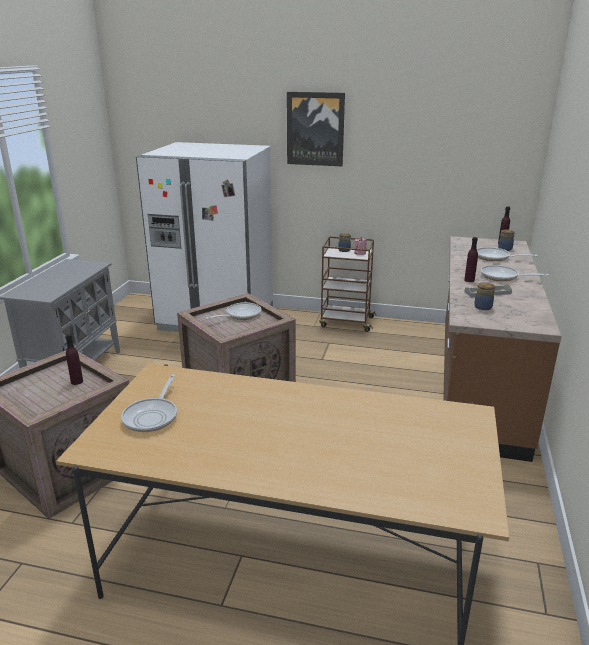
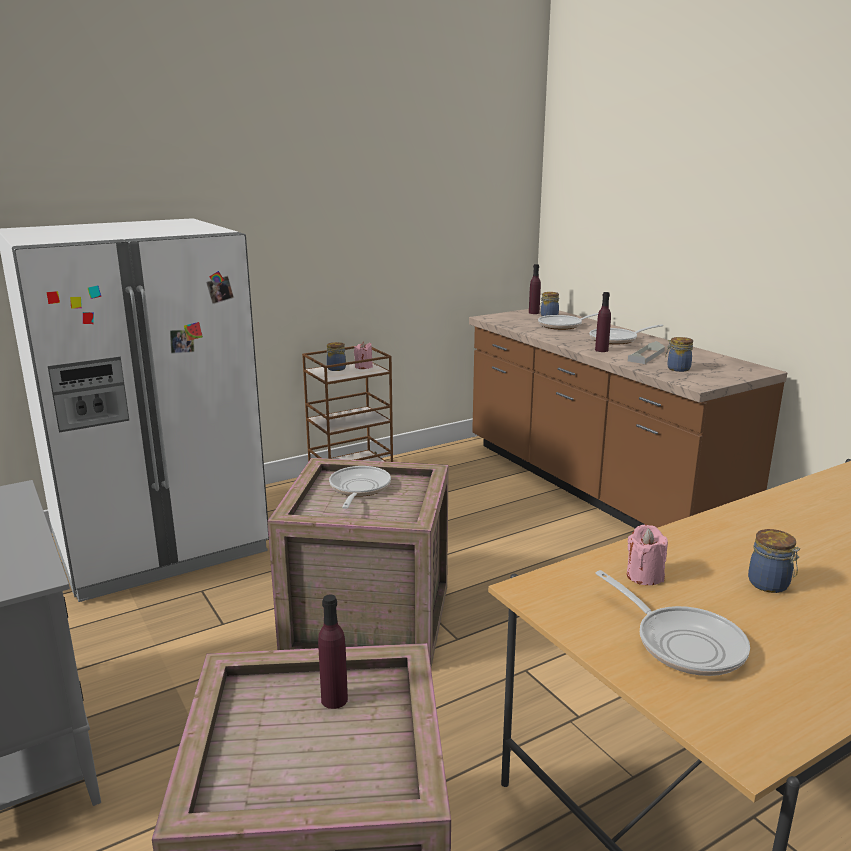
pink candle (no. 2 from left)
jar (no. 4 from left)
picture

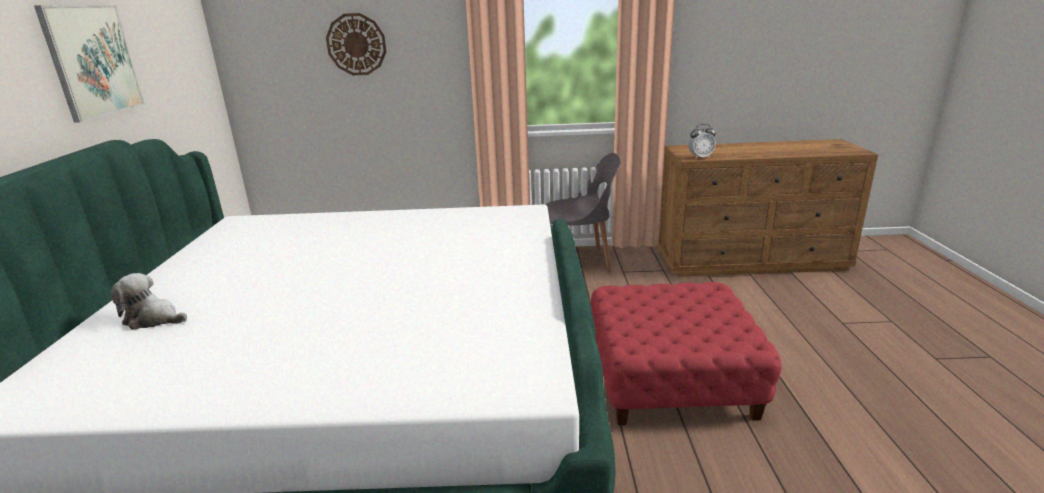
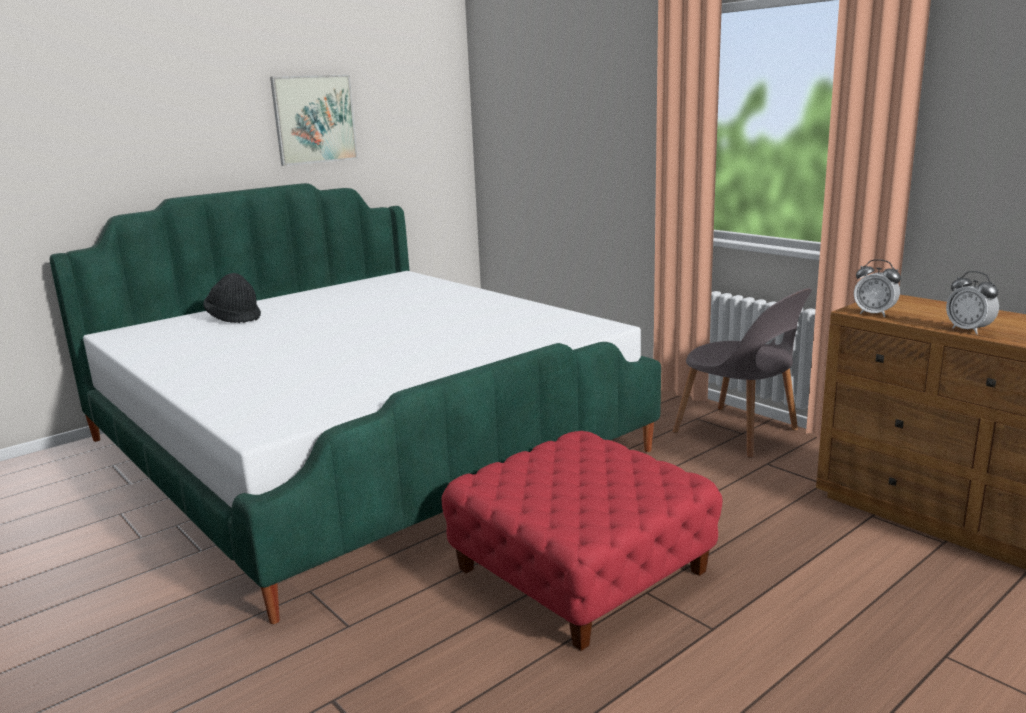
black hat
alarm clock (no. 2 from left)
wall clock

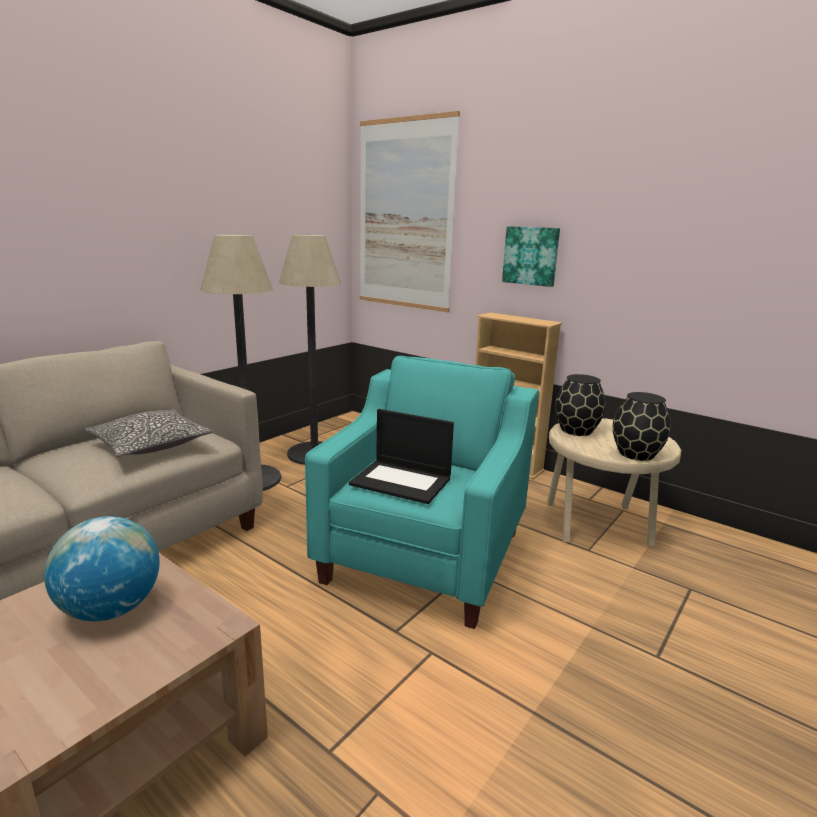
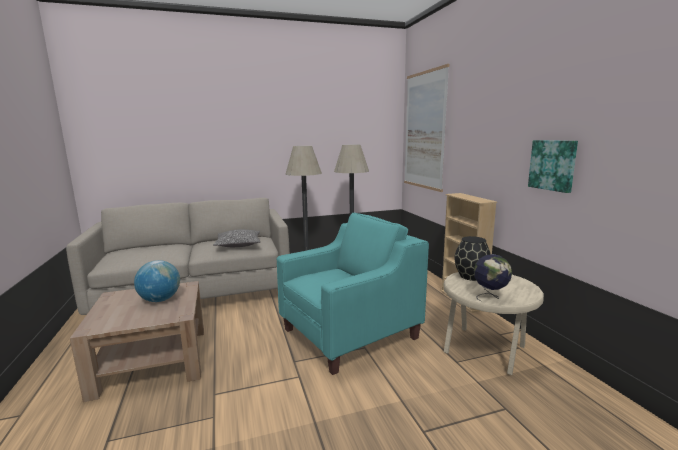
globe (no. 2 from left)
picture (no. 2 from left)
laptop

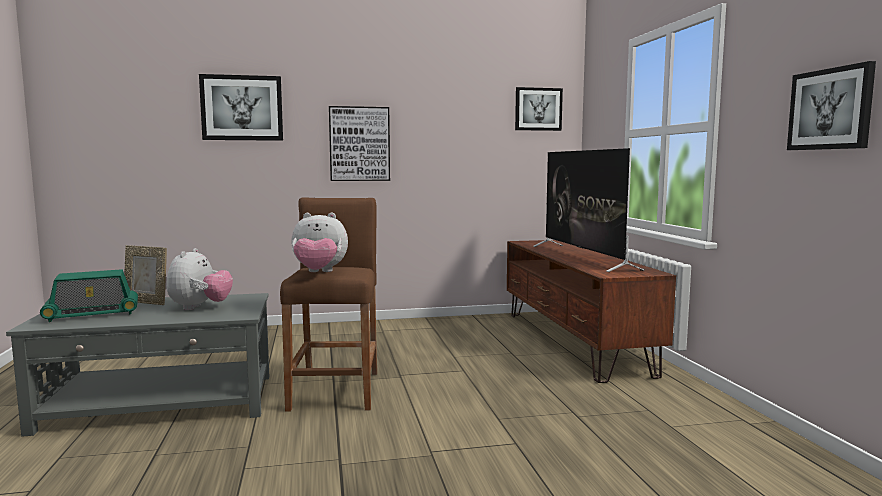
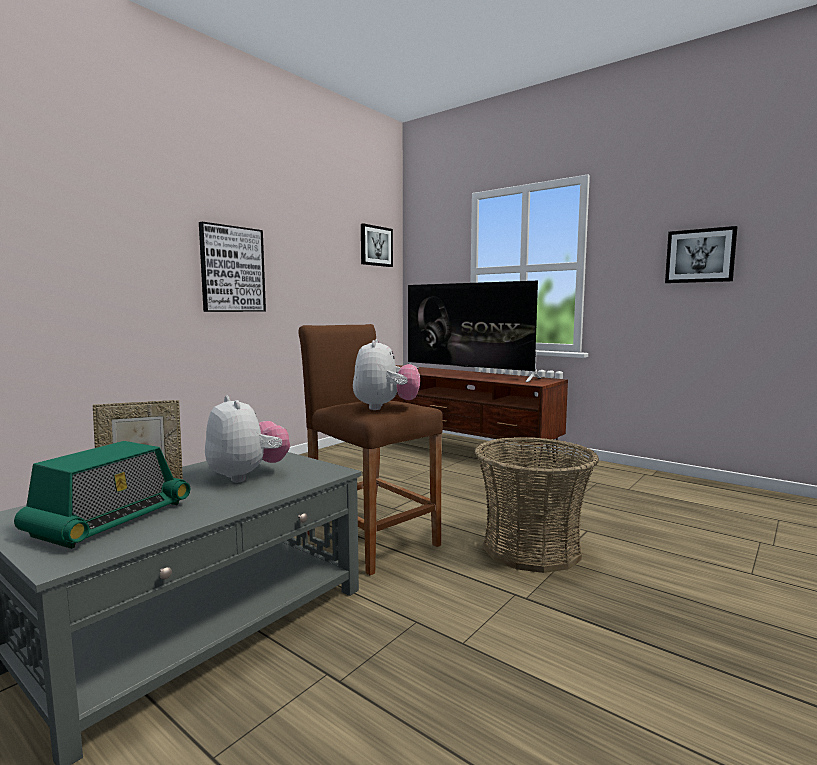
plush toy (no. 2 from left)
basket
picture (no. 1 from left in the first image)

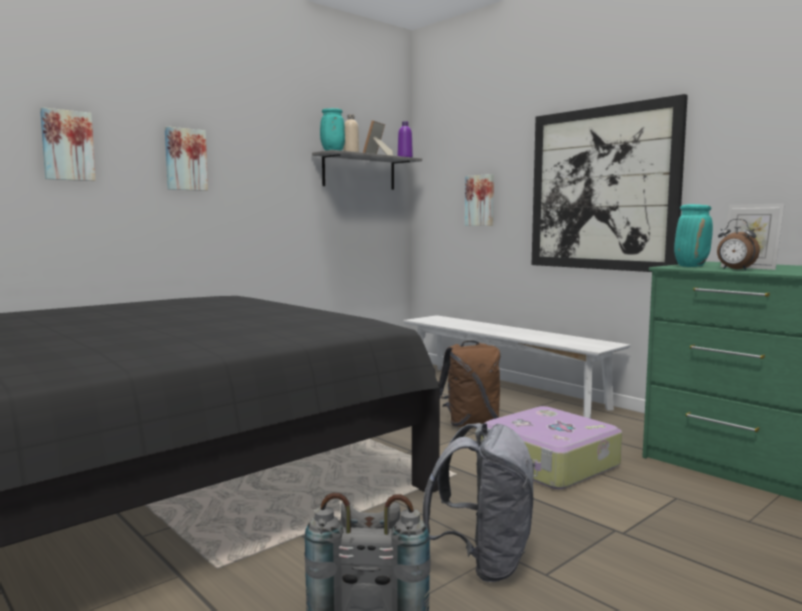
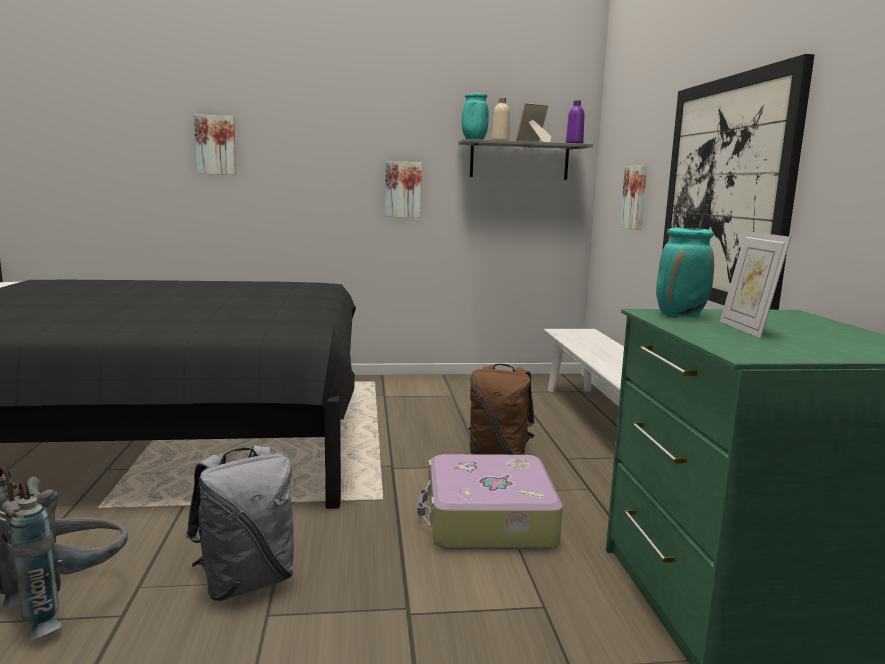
picture (no. 2 from left)
alarm clock

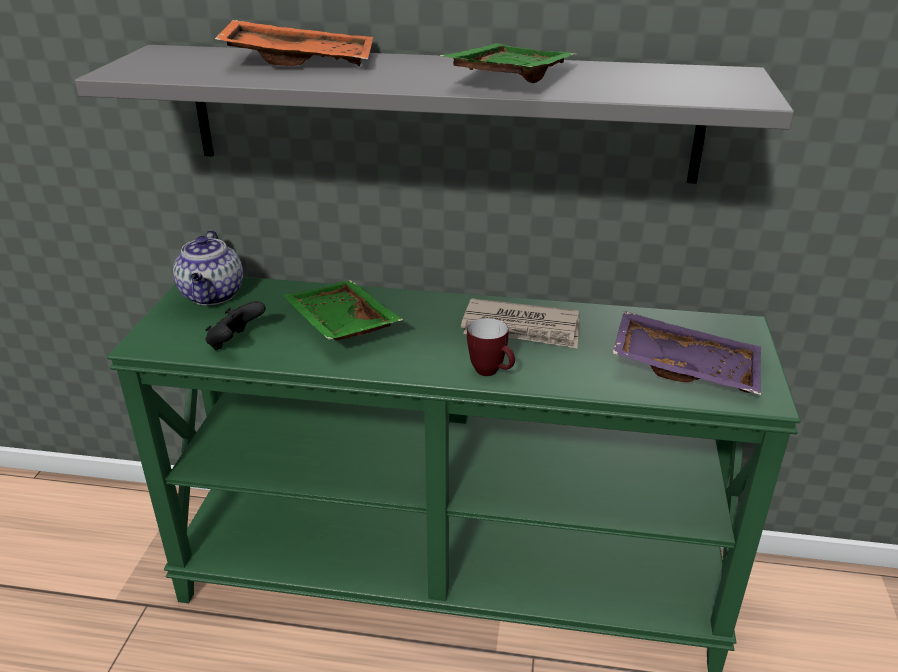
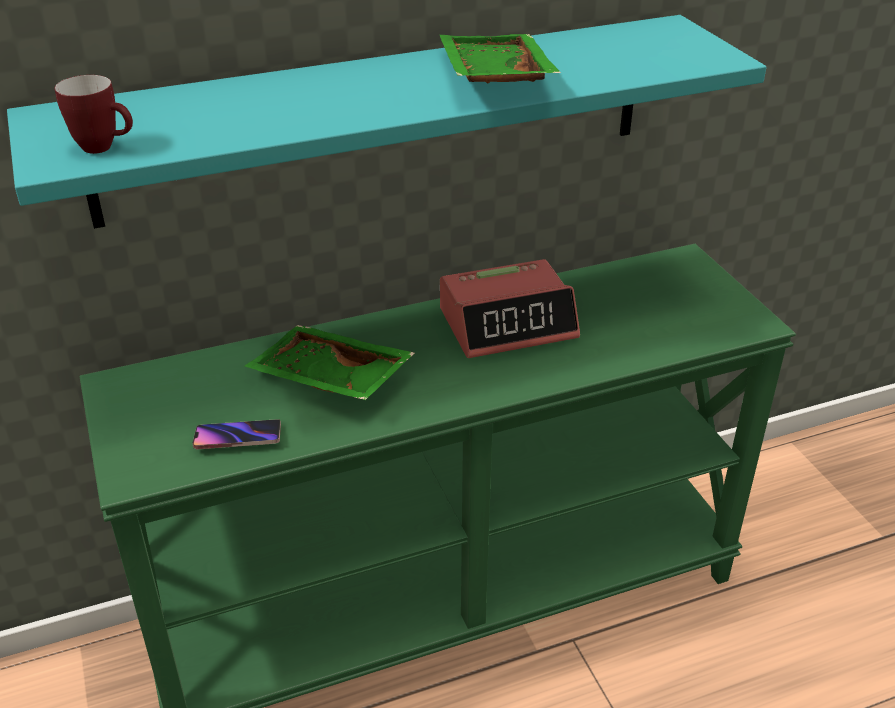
turquoise shelf
mug
phone
alarm clock
teapot
orange tray
purple tray

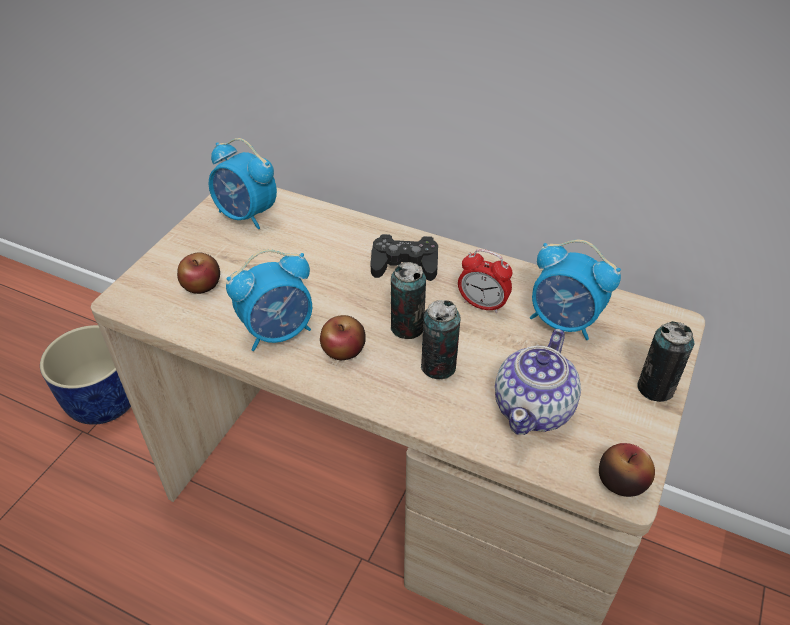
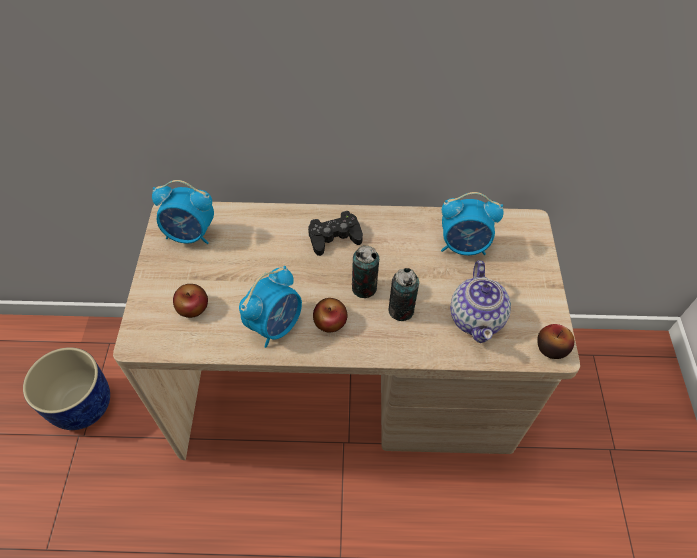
alarm clock (no. 3 from left in the first image)
can (no. 3 from left in the first image)

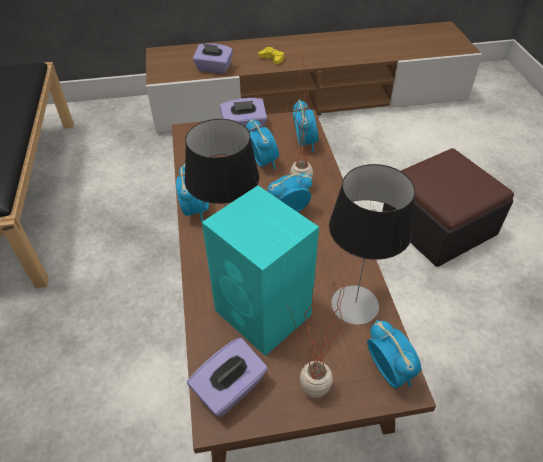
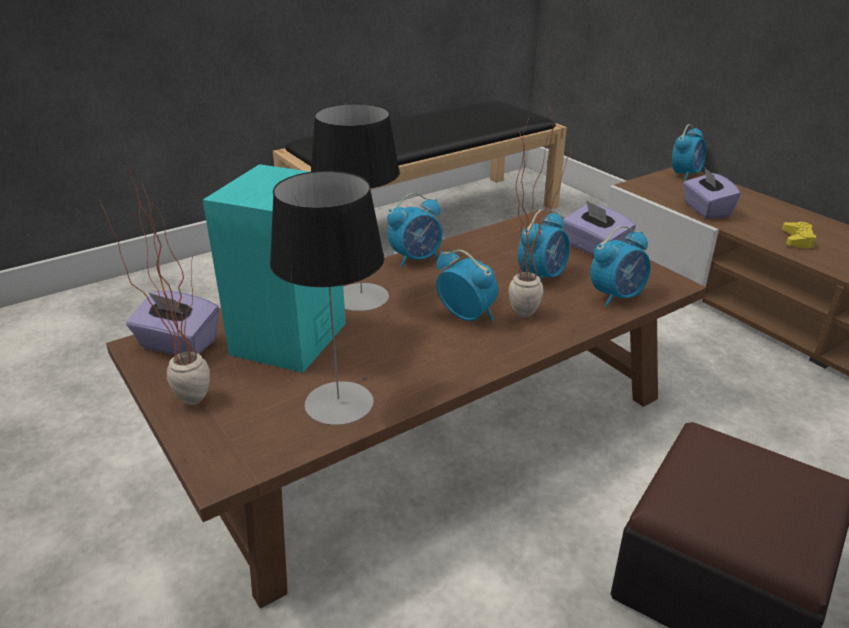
alarm clock (no. 5 from left)

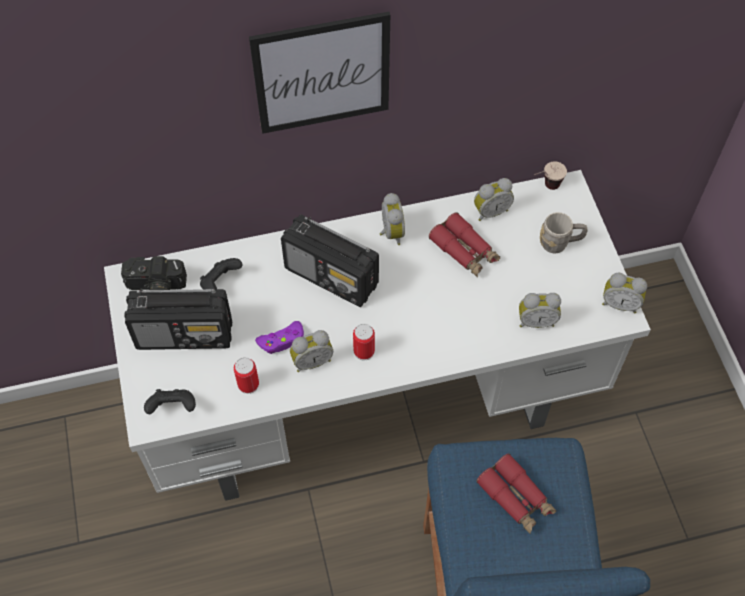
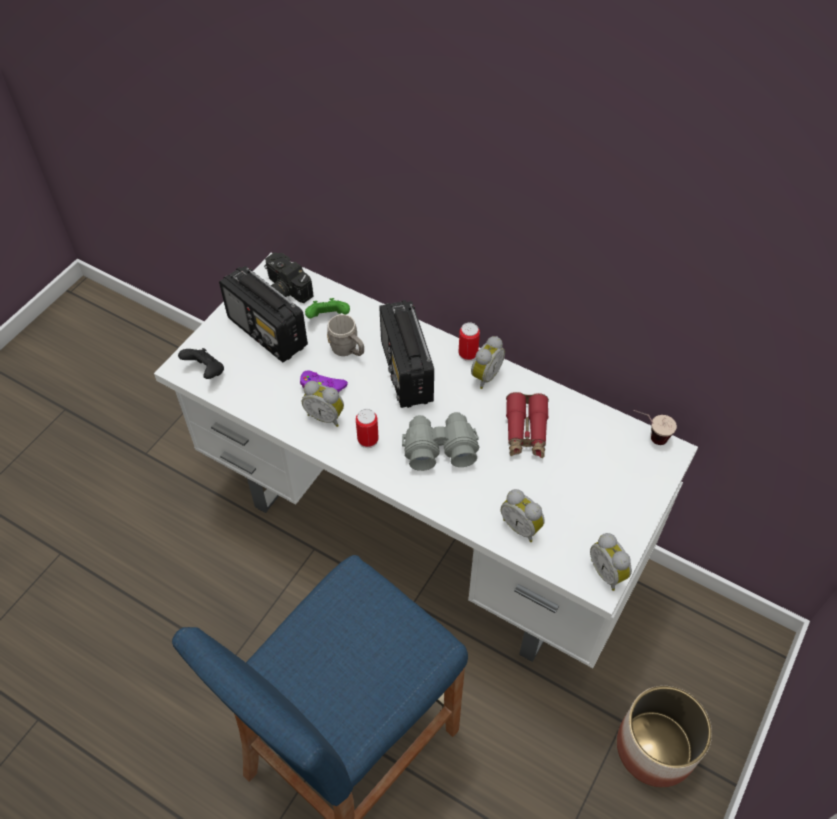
green game controller
grey mug
grey binoculars
can (no. 2 from left)
planter
picture
alarm clock (no. 3 from left in the first image)
red binoculars (no. 2 from left in the first image)

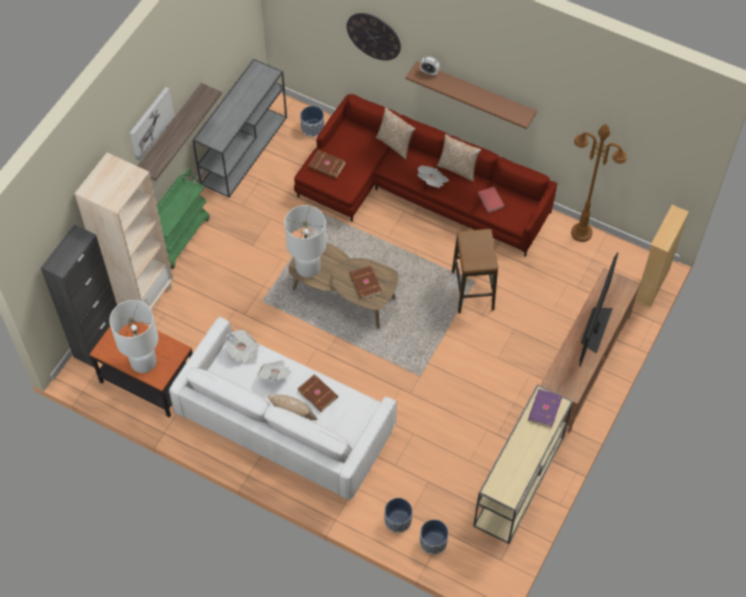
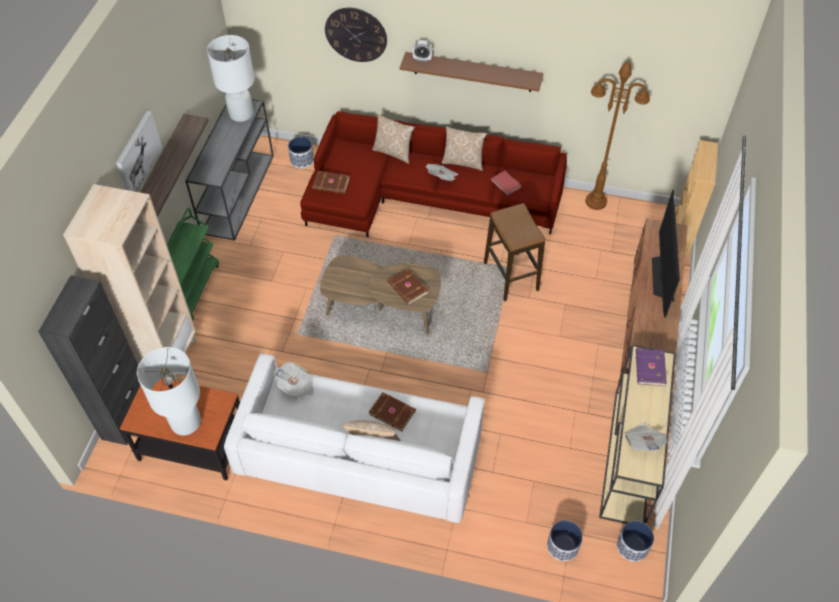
white table lamp (no. 2 from left)
planter (no. 3 from left)
newspaper (no. 3 from left)

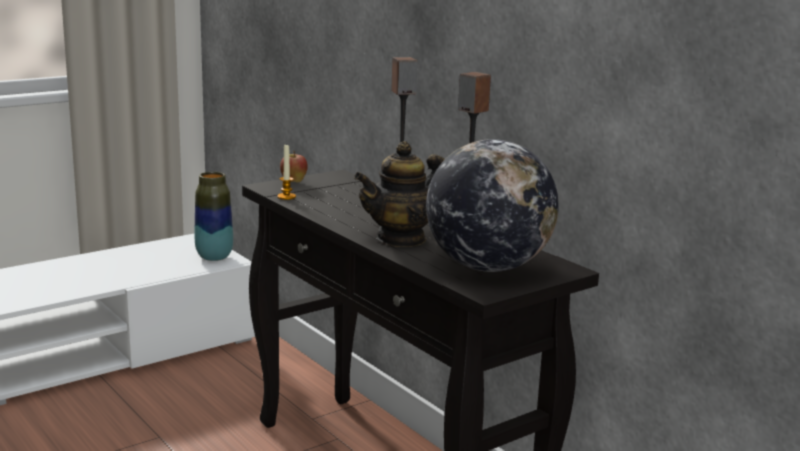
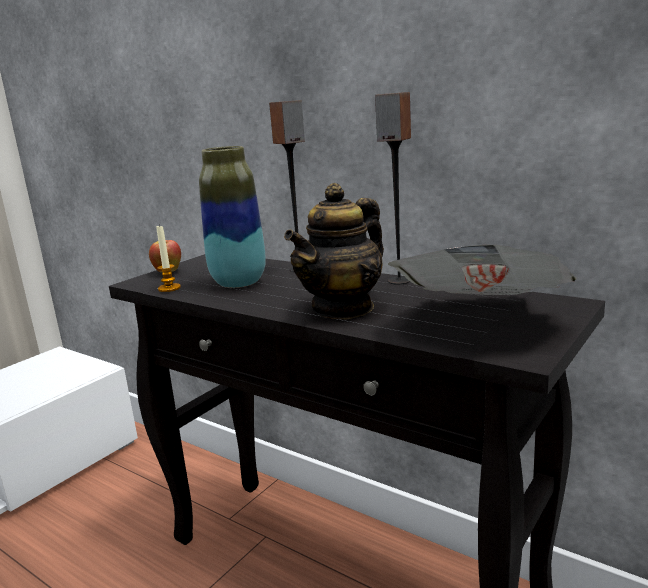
vase
newspaper

